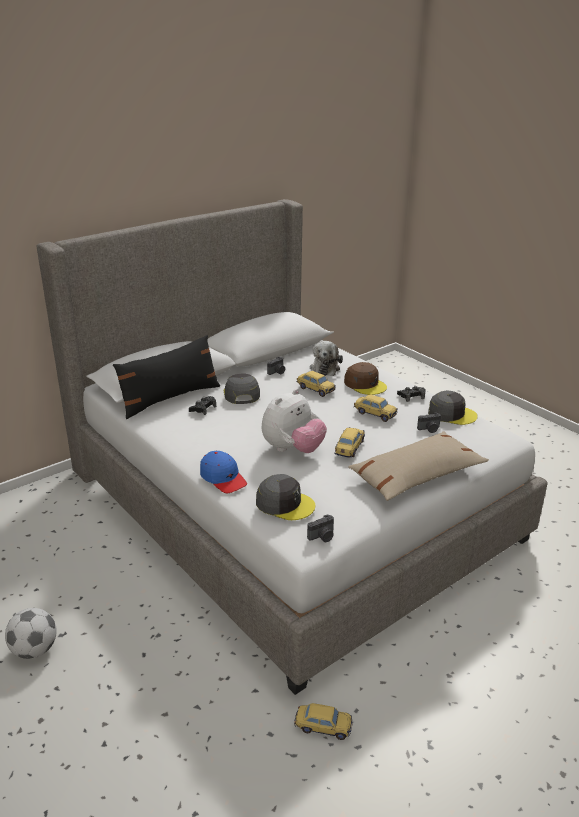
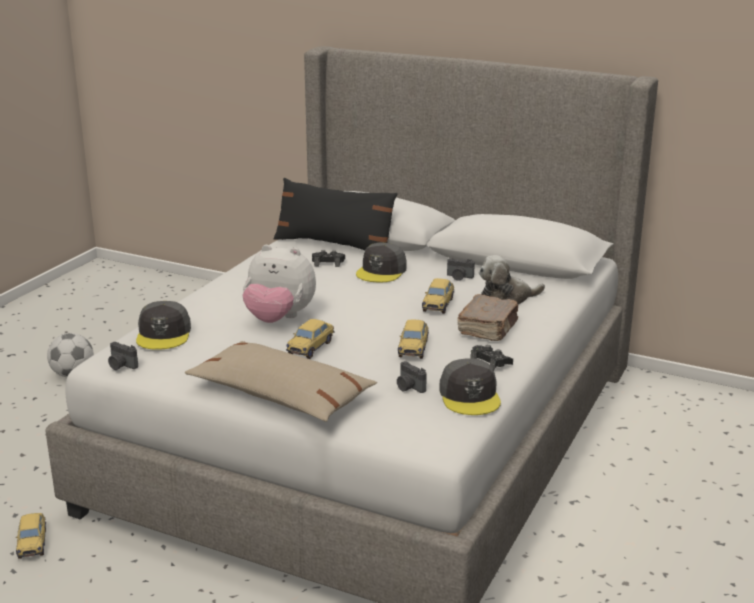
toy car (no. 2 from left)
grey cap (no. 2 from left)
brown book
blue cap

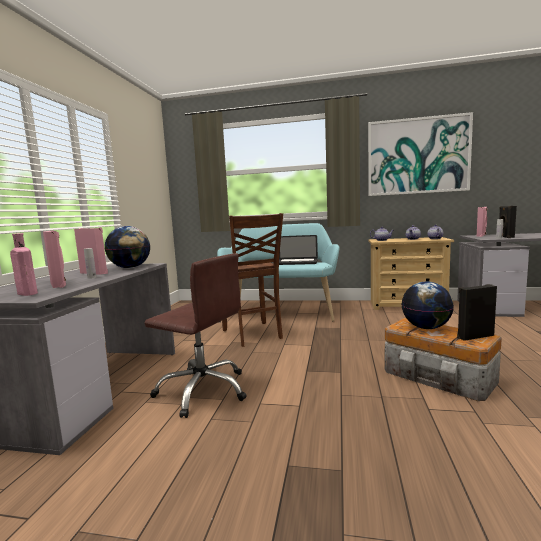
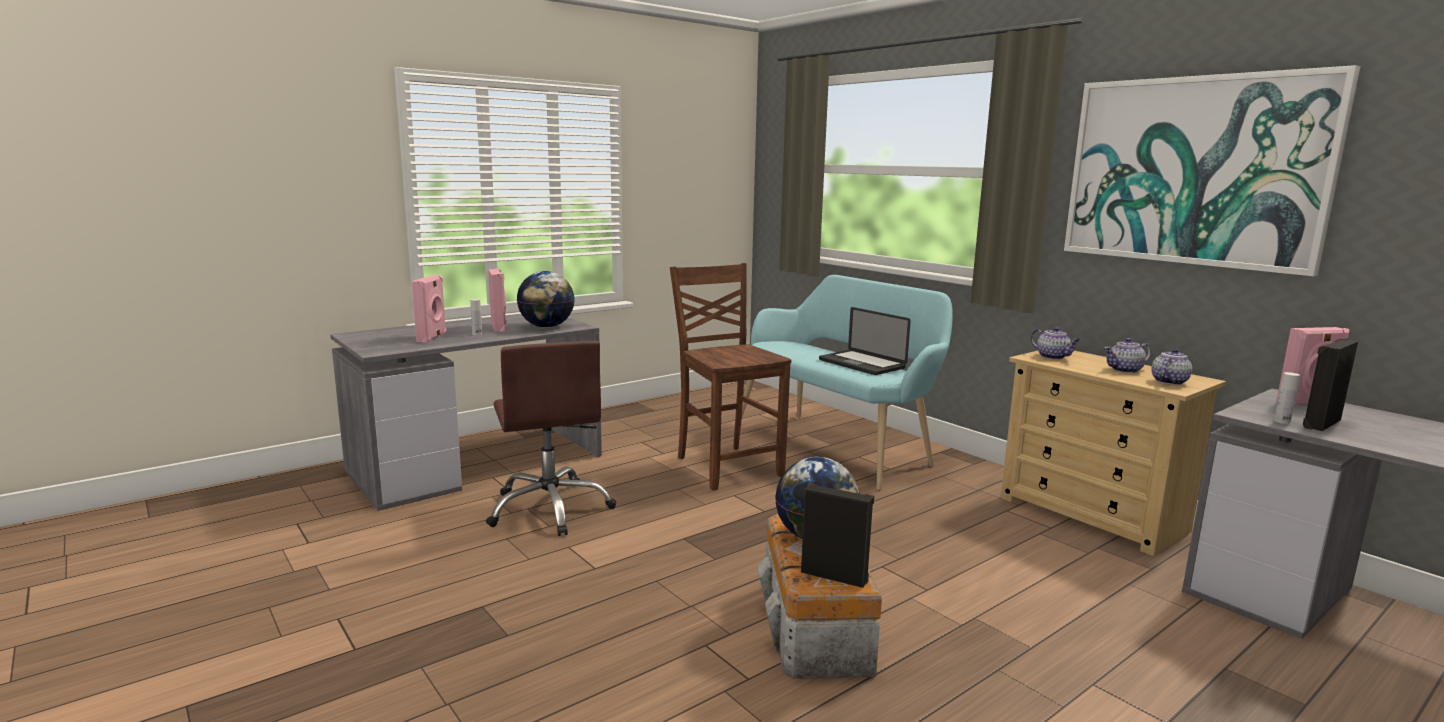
brown chair
pink bottle

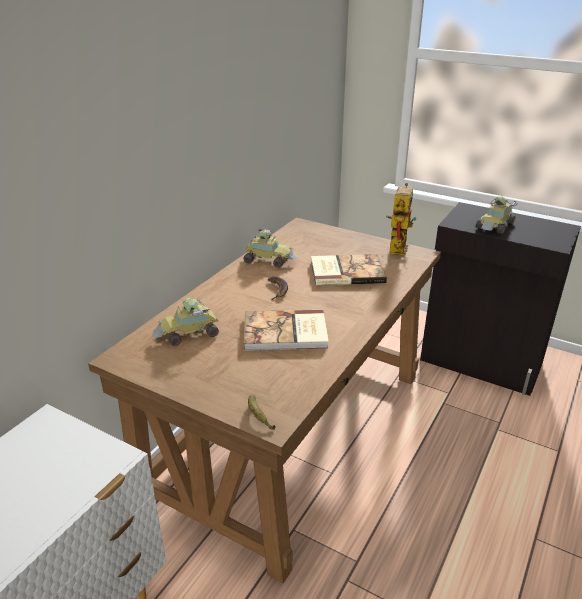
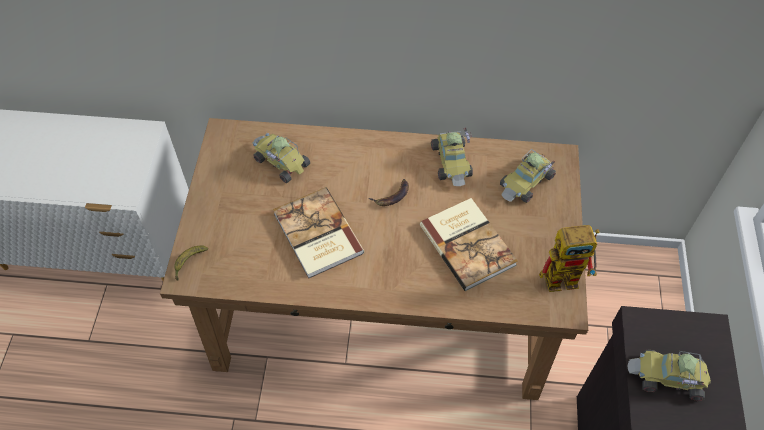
toy car (no. 3 from left)

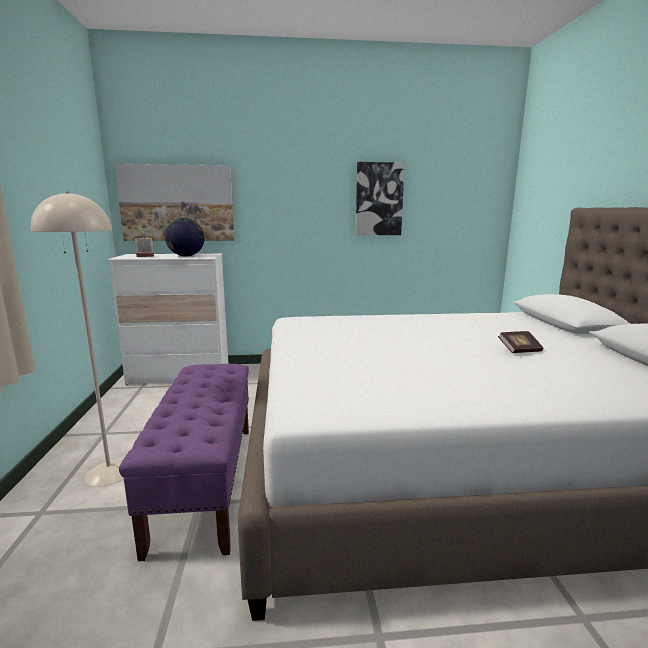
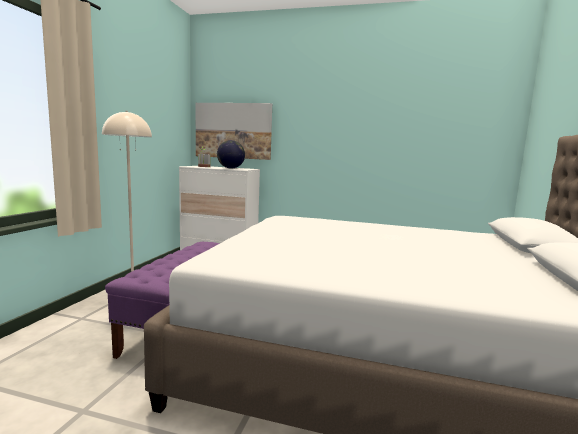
picture (no. 2 from left in the first image)
book

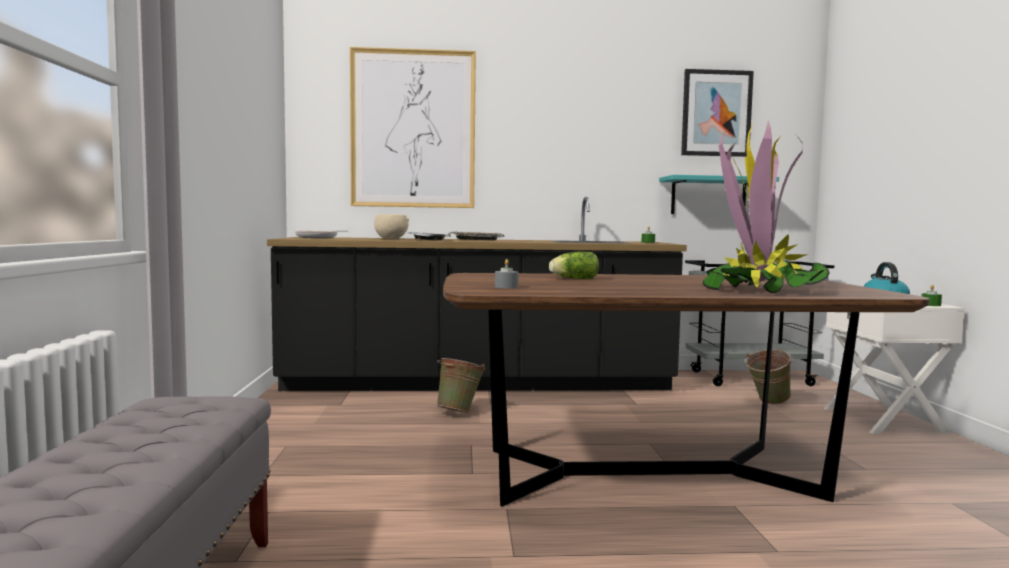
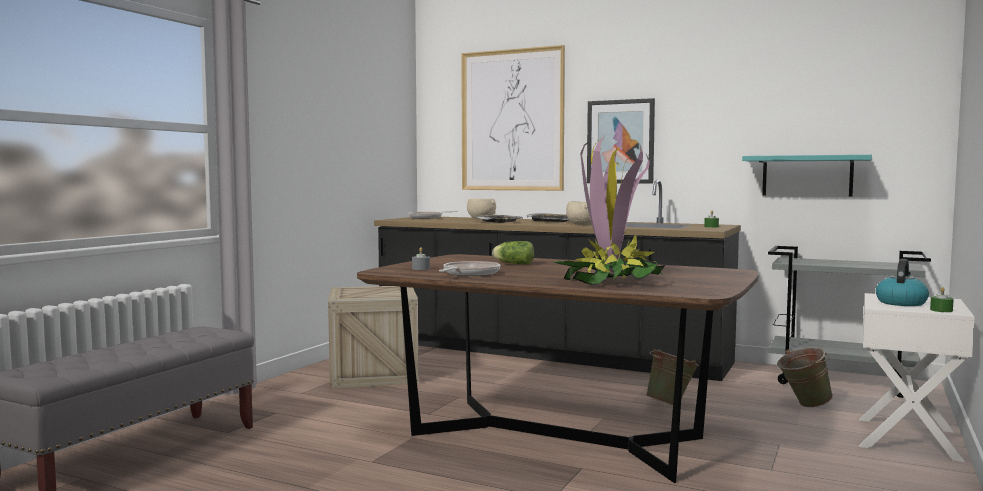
crate
frying pan (no. 2 from left)
beige bowl (no. 2 from left)
picture (no. 2 from left)
green bucket (no. 1 from left)

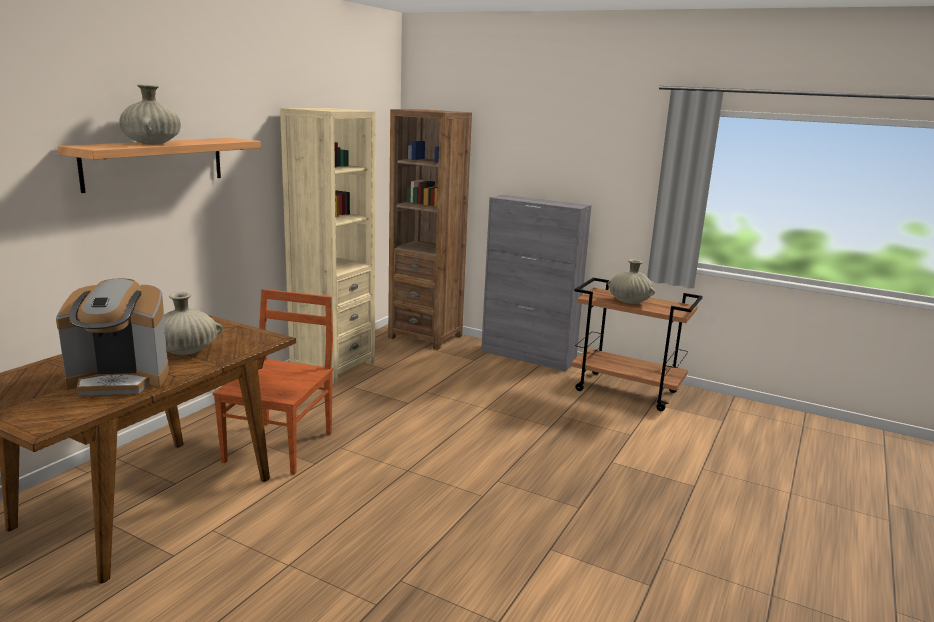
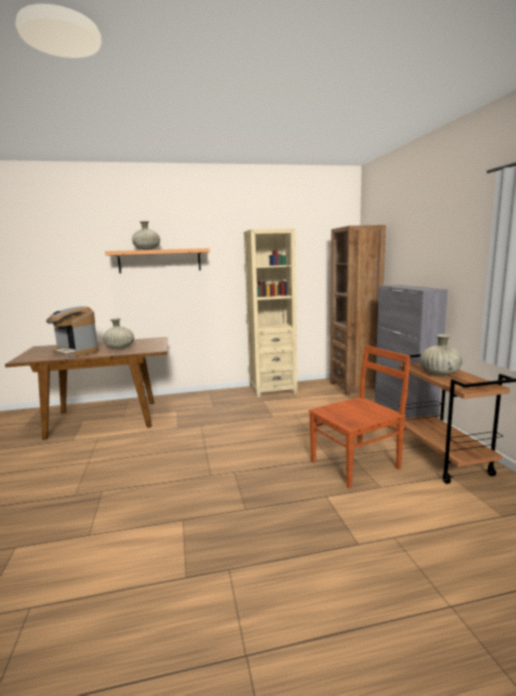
brown chair

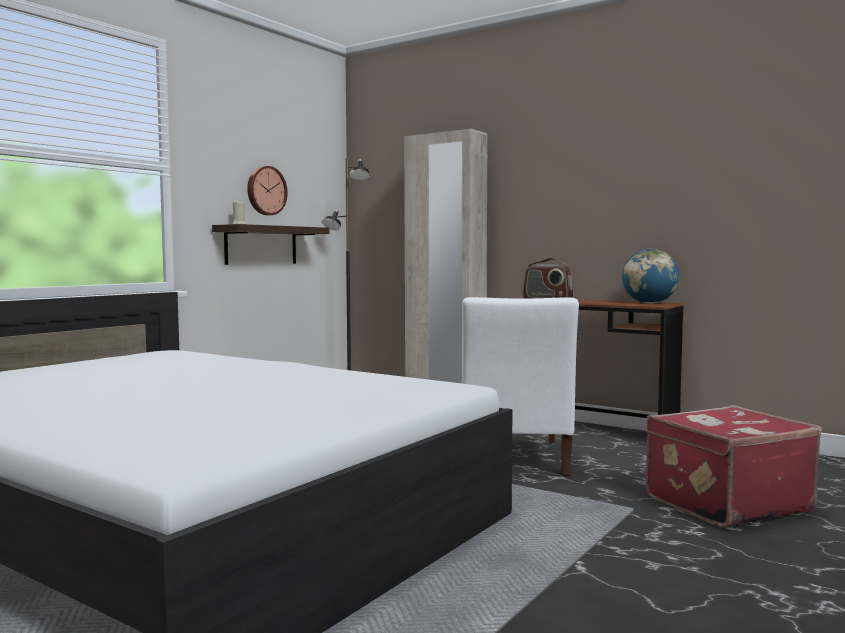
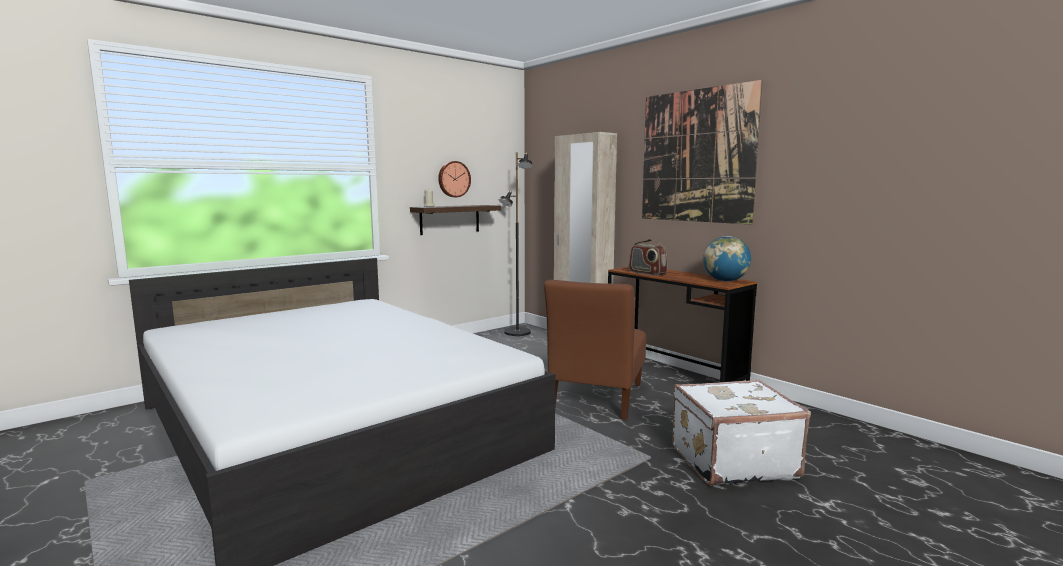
brown chair
picture
white suitcase

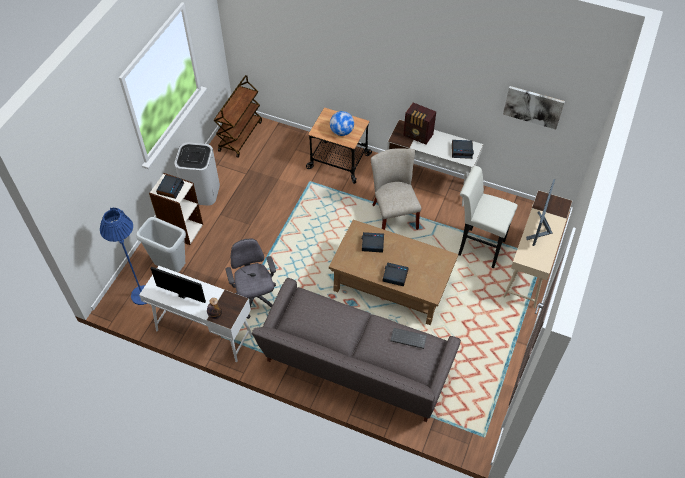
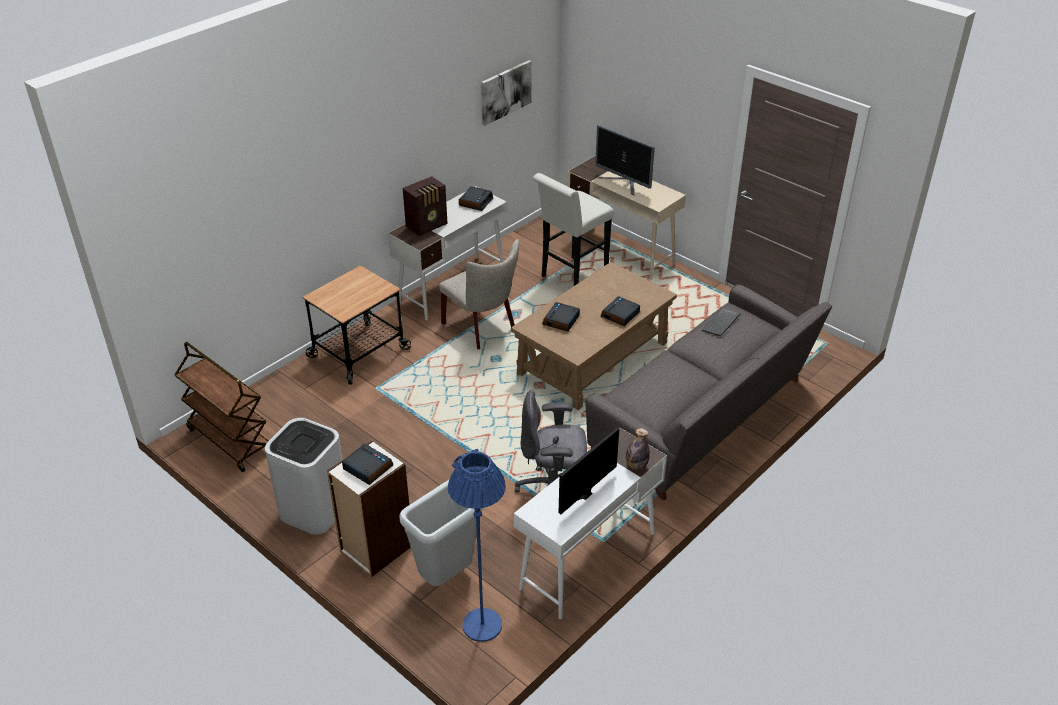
beige chair
globe

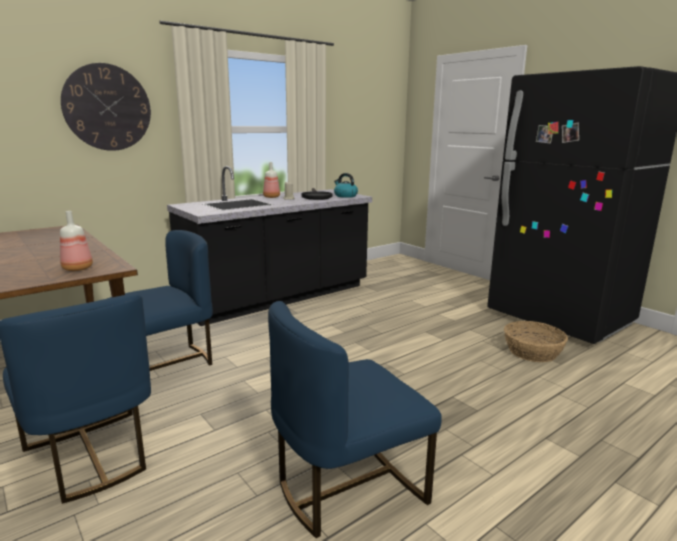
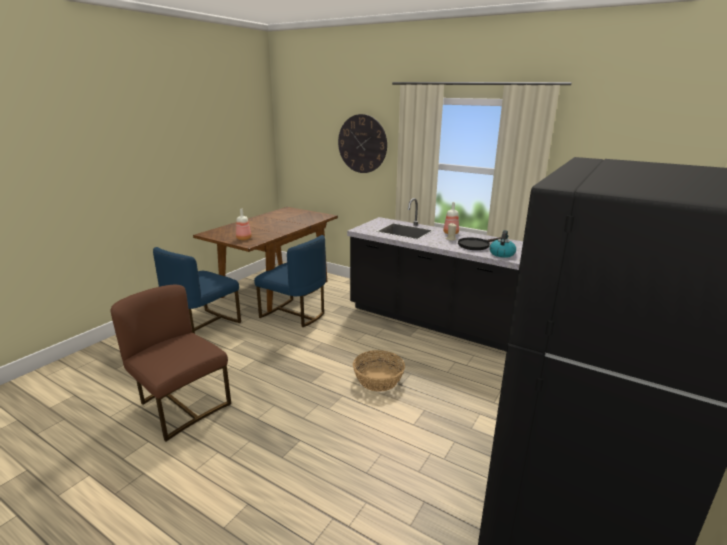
brown chair
basket

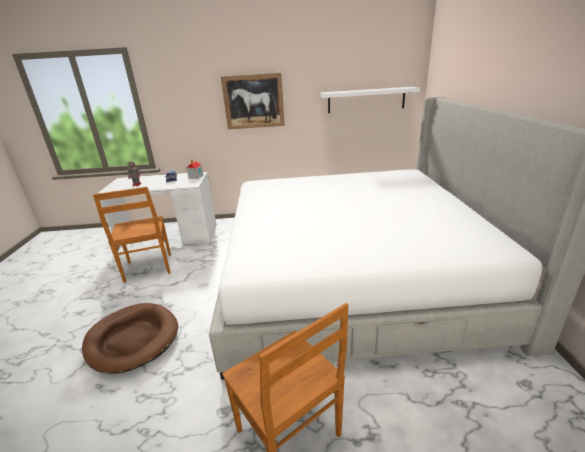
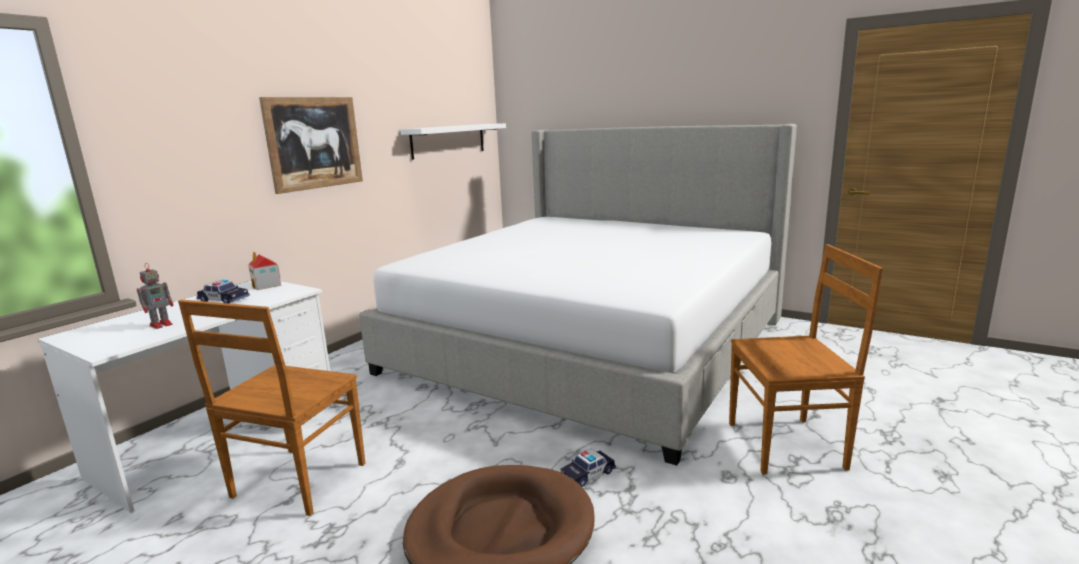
brown chair (no. 1 from left)
toy car (no. 2 from left)

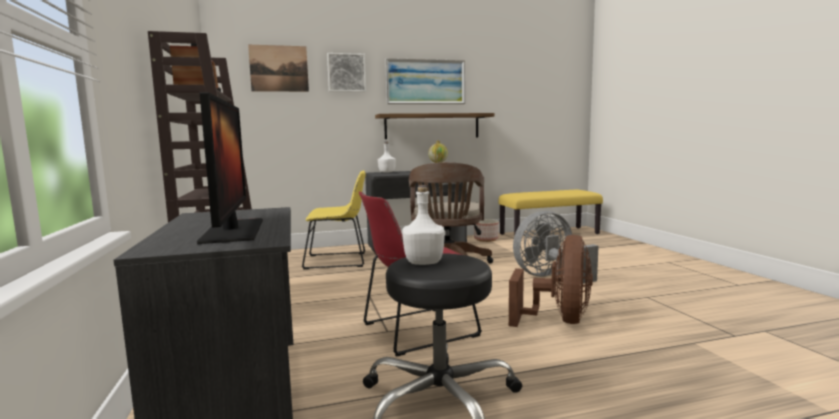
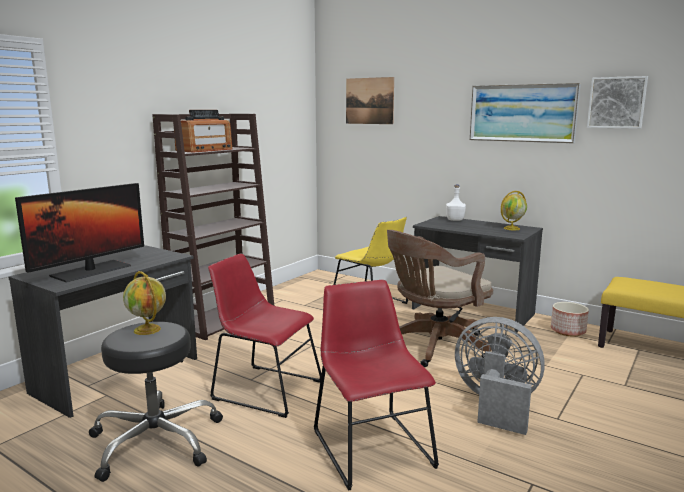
globe (no. 1 from left)
red chair (no. 2 from left)
picture (no. 3 from left)
shelf

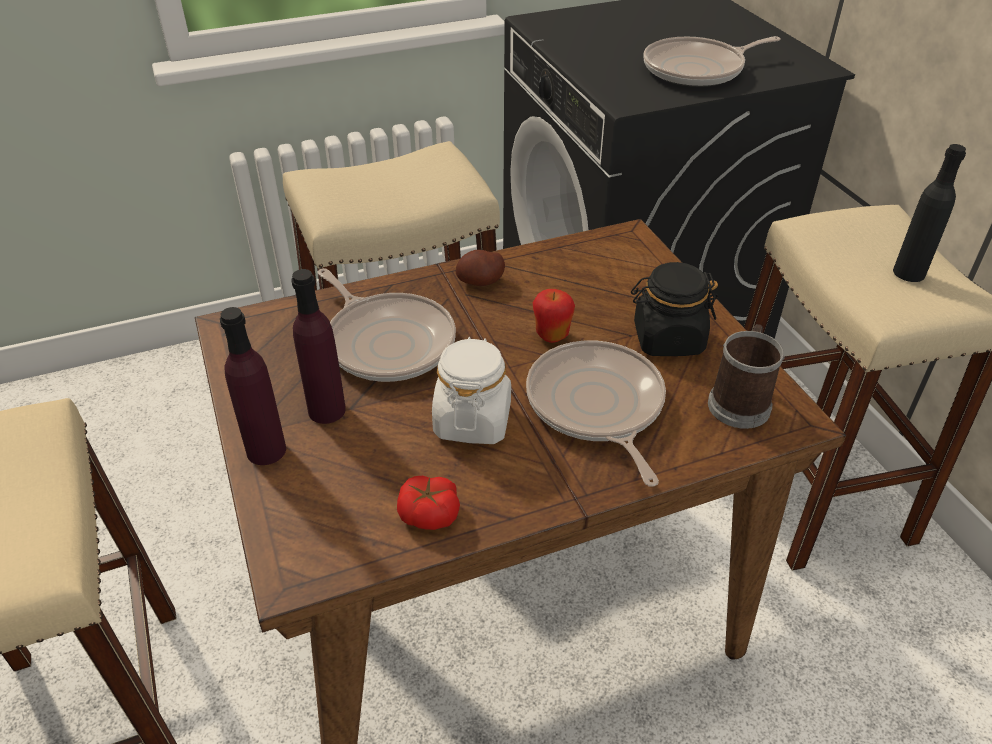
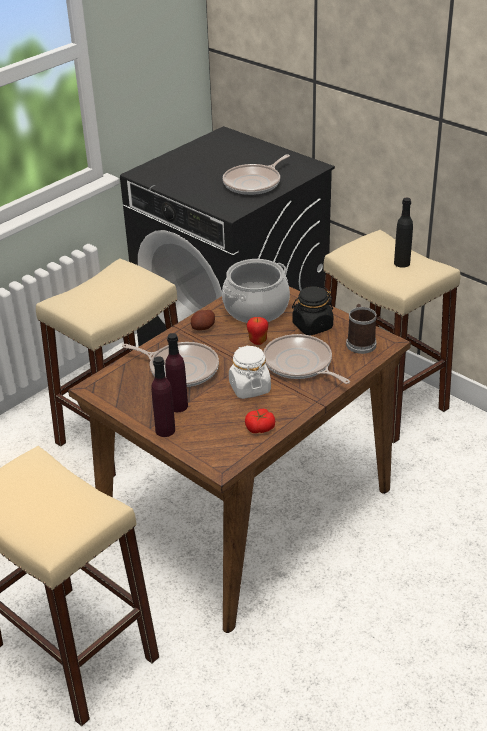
cooking pot

